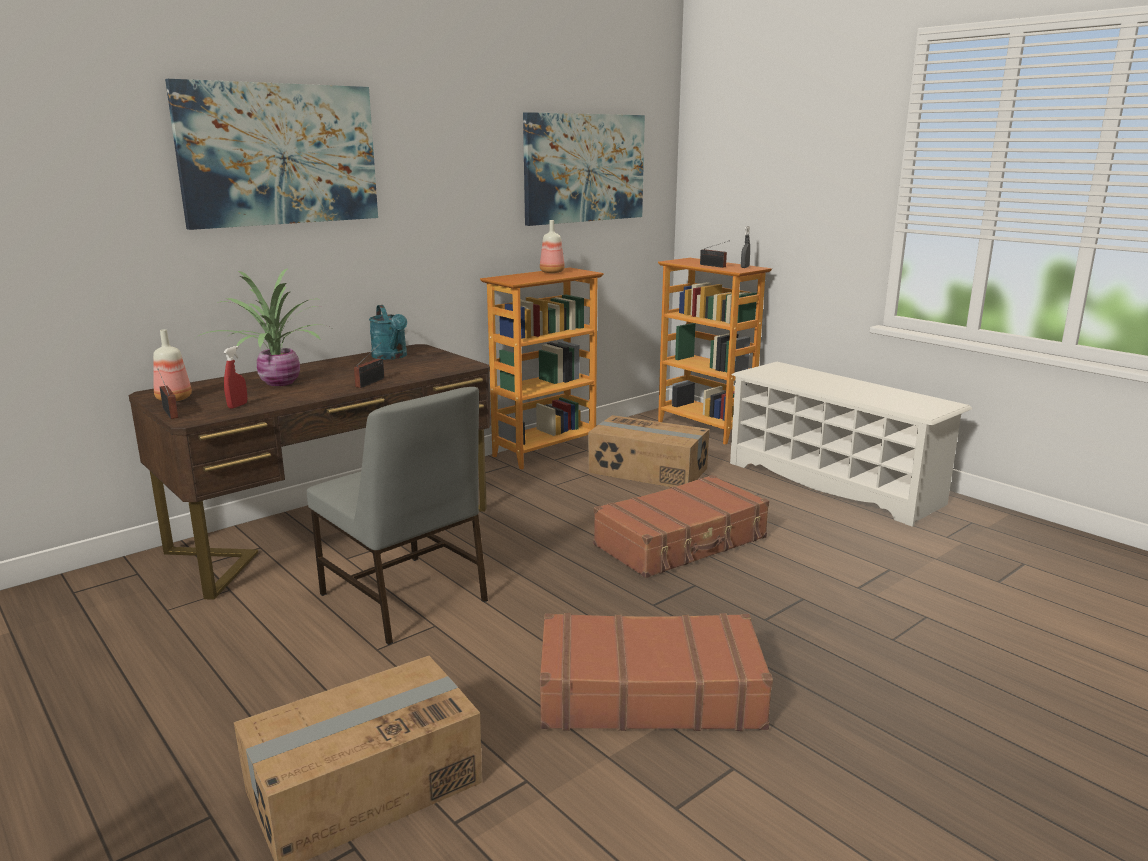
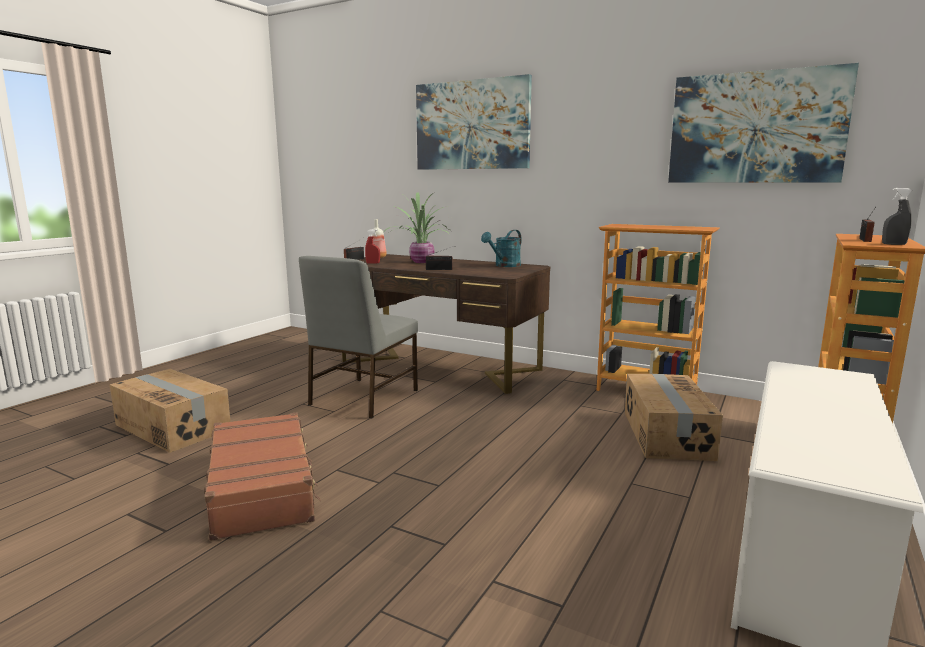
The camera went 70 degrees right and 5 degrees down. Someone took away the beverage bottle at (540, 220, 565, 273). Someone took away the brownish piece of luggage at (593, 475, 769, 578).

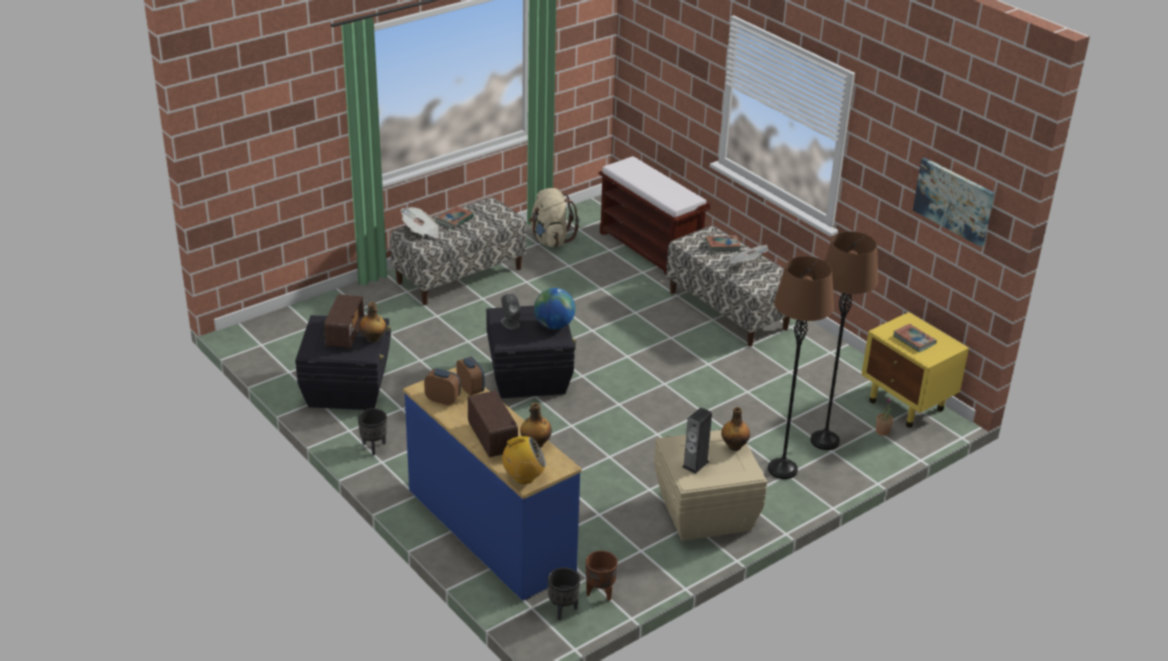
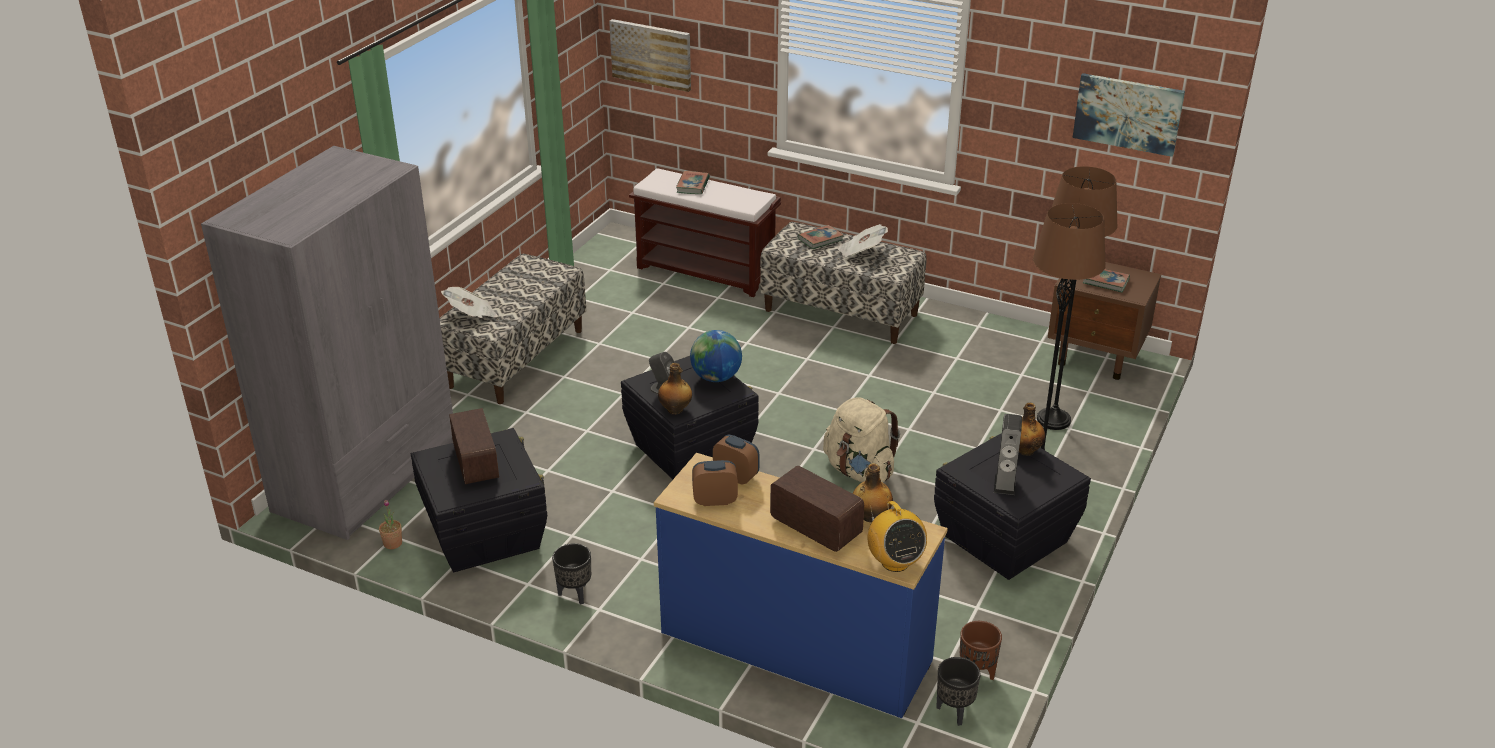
The camera went 25 degrees left and 0 degrees up. Someone carried the beverage bottle from (359, 302, 386, 343) to (658, 363, 692, 414). Someone carried the bound book from (437, 206, 474, 229) to (676, 171, 710, 194). Someone rotated the radio receiver at (502, 436, 546, 484) by 105 degrees clockwise. Someone carried the beige-coloured rucksack from (529, 188, 579, 247) to (823, 397, 900, 483). Someone repainted the beige-coloured storage container at (654, 429, 767, 541), which became the black storage container at (934, 433, 1091, 580). Someone repainted the yellowish night table at (862, 312, 969, 428), which became the brownish night table at (1048, 262, 1161, 380). Someone carried the potted plant from (876, 398, 893, 436) to (379, 500, 402, 549). Someone put down the greyish armoire at (201, 146, 453, 540). Someone put up the wall picture at (609, 19, 691, 92).

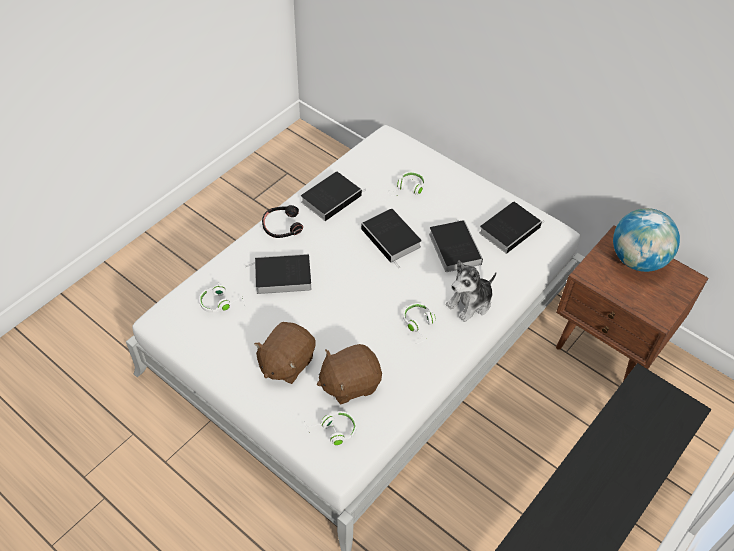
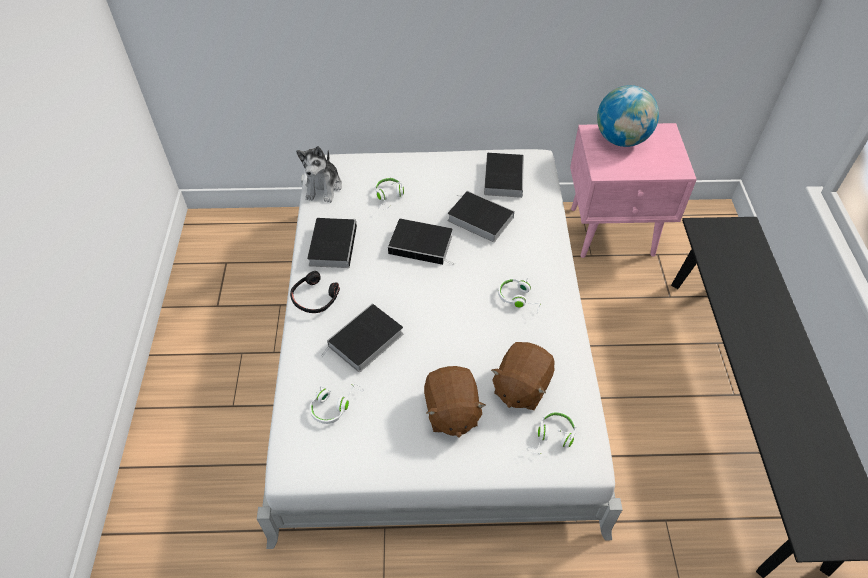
The camera went 40 degrees left and 0 degrees up. Someone carried the soft toy from (446, 260, 497, 322) to (296, 146, 342, 203). Someone repainted the brownish night table at (556, 225, 709, 381), which became the pink night table at (570, 123, 697, 258).

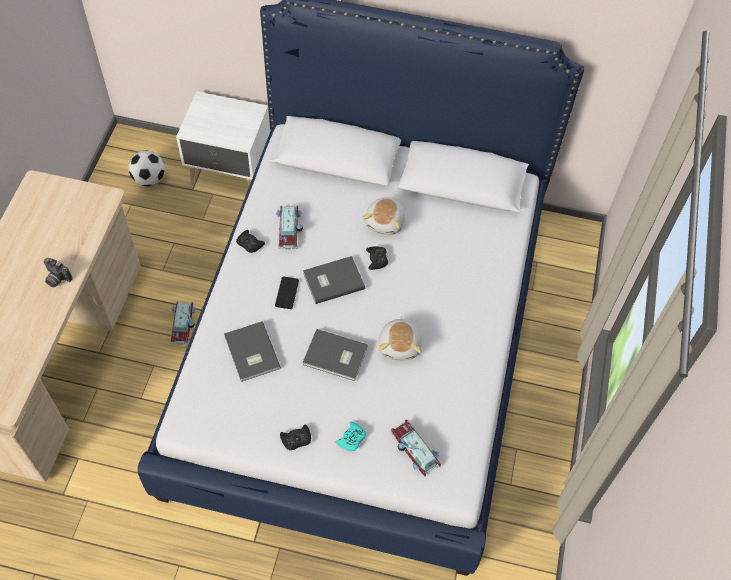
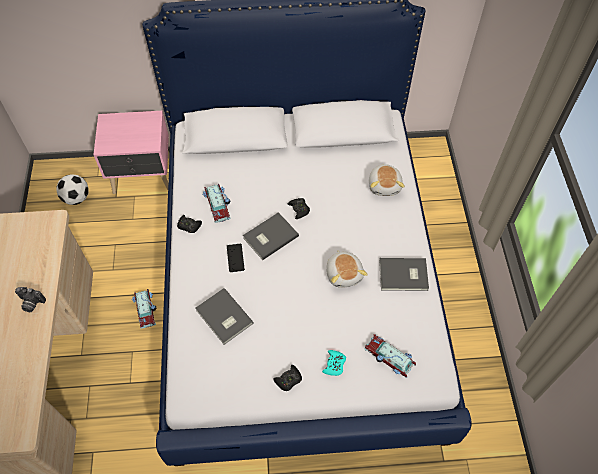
The camera went 15 degrees left and 0 degrees up. Someone repainted the white night table at (176, 92, 270, 186), which became the pink night table at (93, 111, 170, 194). Someone carried the greyish bound book from (303, 329, 368, 381) to (379, 258, 429, 291). Someone carried the soft toy from (362, 197, 405, 235) to (369, 164, 405, 196).

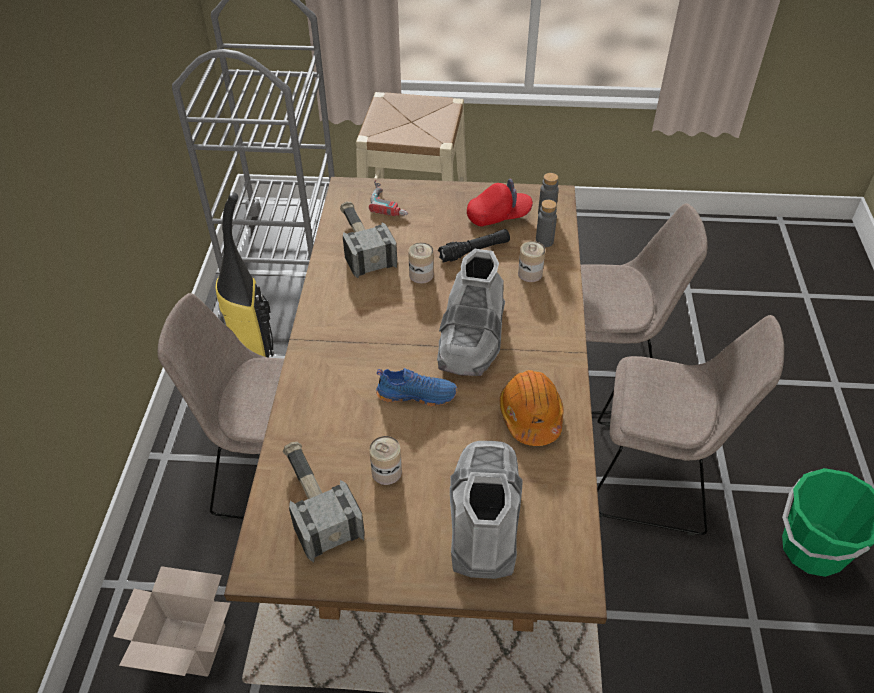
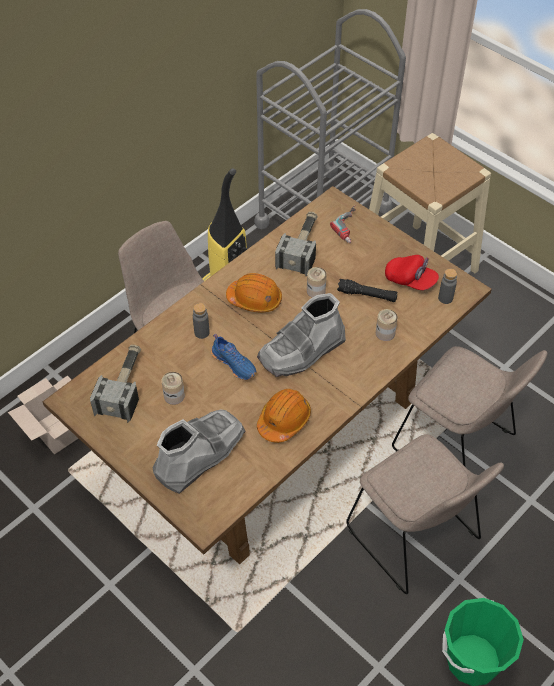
The camera went 40 degrees right and 5 degrees up. Someone carried the greyish beverage bottle from (536, 200, 557, 247) to (193, 303, 210, 339). Someone put down the orangey work helmet at (226, 273, 282, 313).

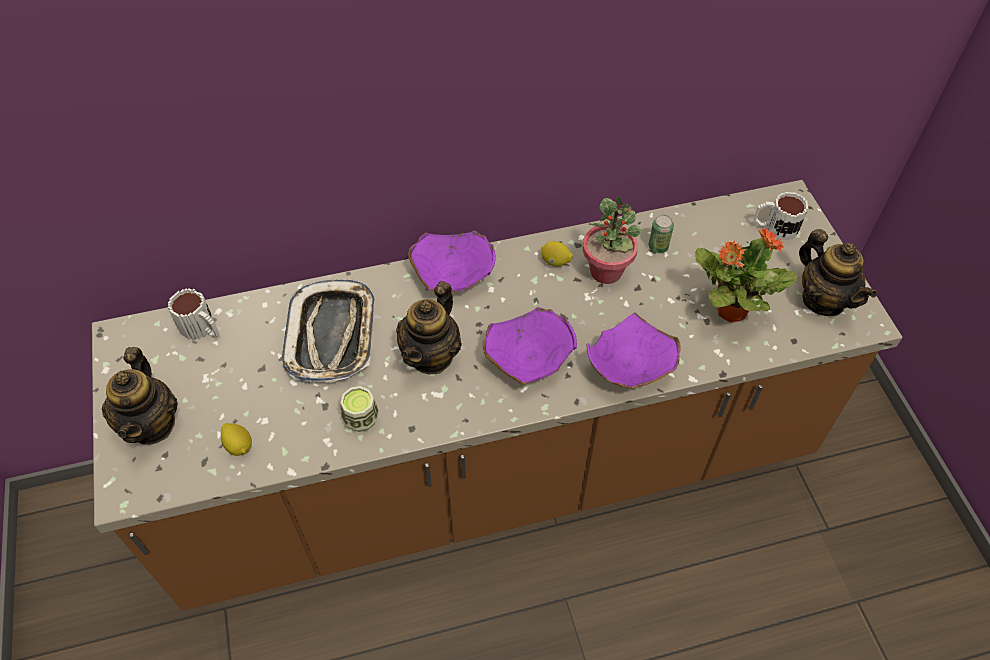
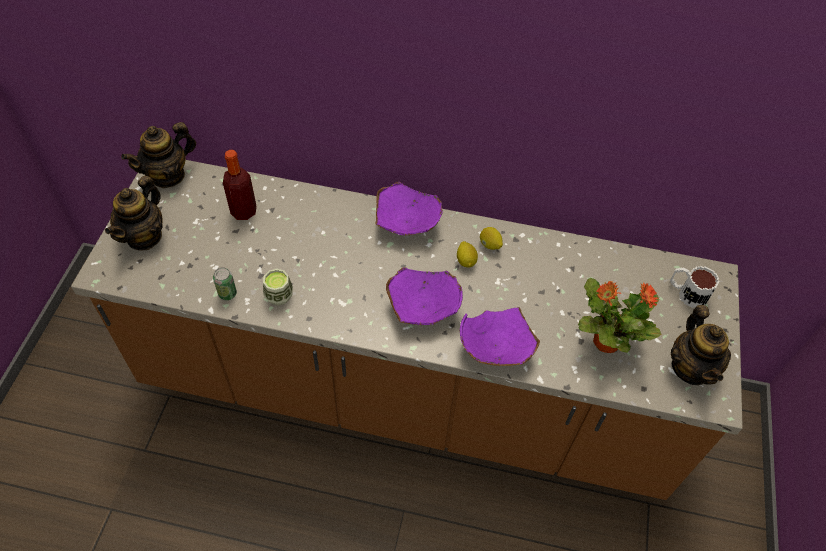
The camera went 25 degrees right and 0 degrees up. Someone took away the mug at (167, 288, 220, 340). Someone carried the citrus fruit from (221, 423, 252, 456) to (457, 241, 478, 268). Someone took away the carrying tray at (282, 279, 375, 383). Someone carried the pot for tea from (396, 281, 462, 374) to (121, 122, 196, 188). Someone took away the potted plant at (583, 195, 641, 284). Someone carried the can from (648, 215, 674, 253) to (213, 267, 237, 300). Someone put down the beverage bottle at (223, 150, 257, 220).

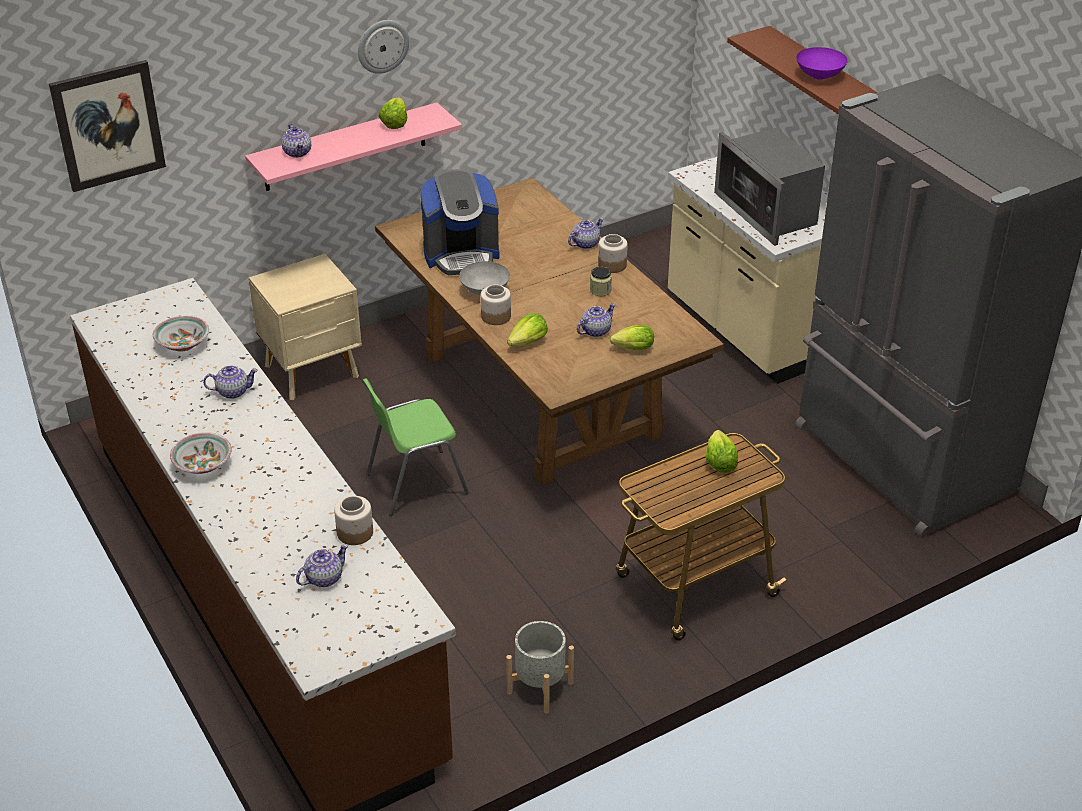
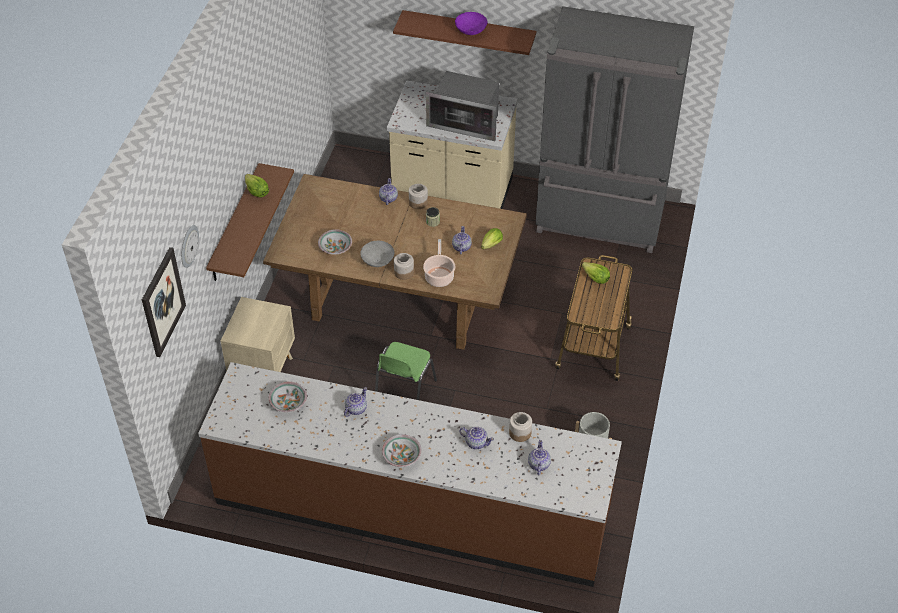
The camera went 45 degrees left and 10 degrees up. Someone repainted the pink wall shelf at (245, 102, 462, 191), which became the brownish wall shelf at (206, 163, 294, 281). Someone carried the pot for tea from (282, 124, 311, 158) to (459, 427, 494, 449). Someone carried the wall clock from (358, 20, 409, 74) to (181, 225, 199, 268). Someone swapped the coffee maker at (420, 169, 499, 275) for the bowl at (318, 229, 352, 255). Someone swapped the lettuce at (507, 313, 548, 346) for the stockpot at (423, 239, 456, 287).

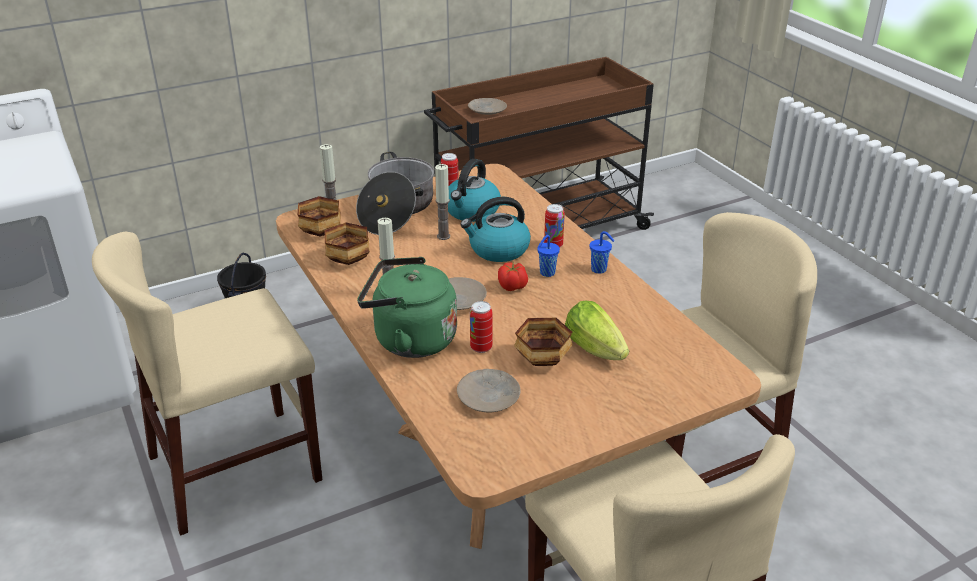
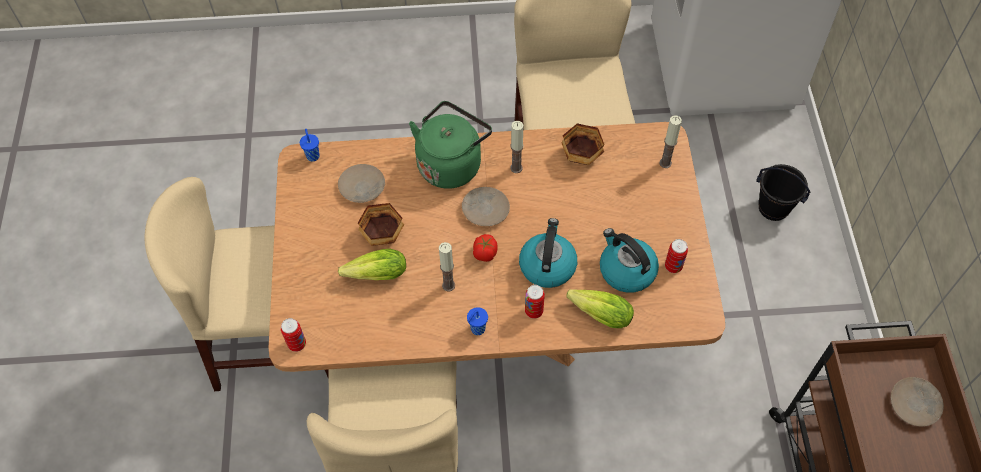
The camera went 115 degrees right and 25 degrees up. Someone took away the bowl at (297, 196, 341, 237). Someone took away the stockpot at (356, 152, 434, 235). Someone carried the wax light from (435, 164, 450, 240) to (439, 242, 455, 292). Someone carried the can from (470, 301, 493, 353) to (281, 318, 306, 352). Someone carried the bluish drinking cup from (537, 235, 560, 277) to (300, 129, 320, 162). Someone put down the lettuce at (566, 289, 634, 328).

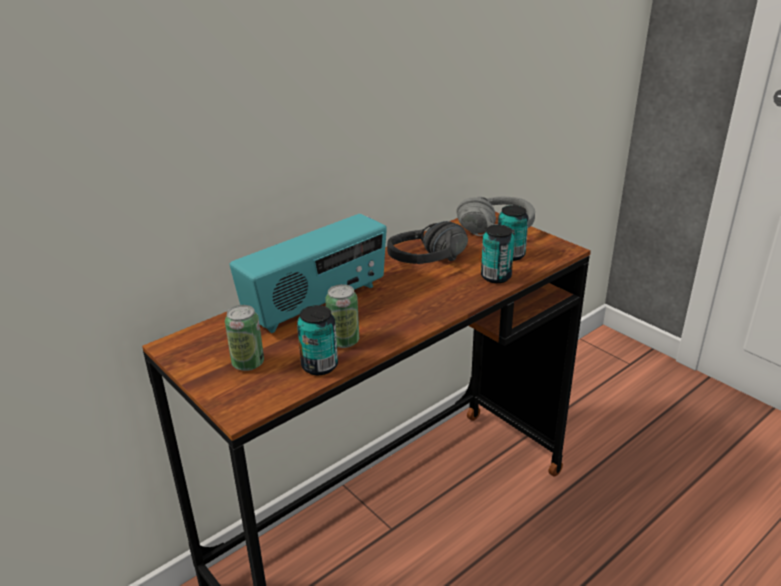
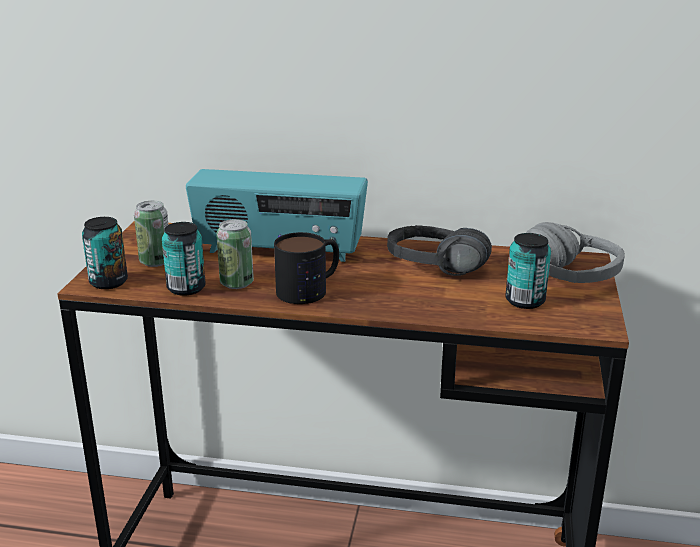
The camera went 50 degrees right and 5 degrees down. Someone carried the can from (481, 225, 515, 283) to (82, 217, 128, 289). Someone put down the mug at (274, 232, 339, 304).

